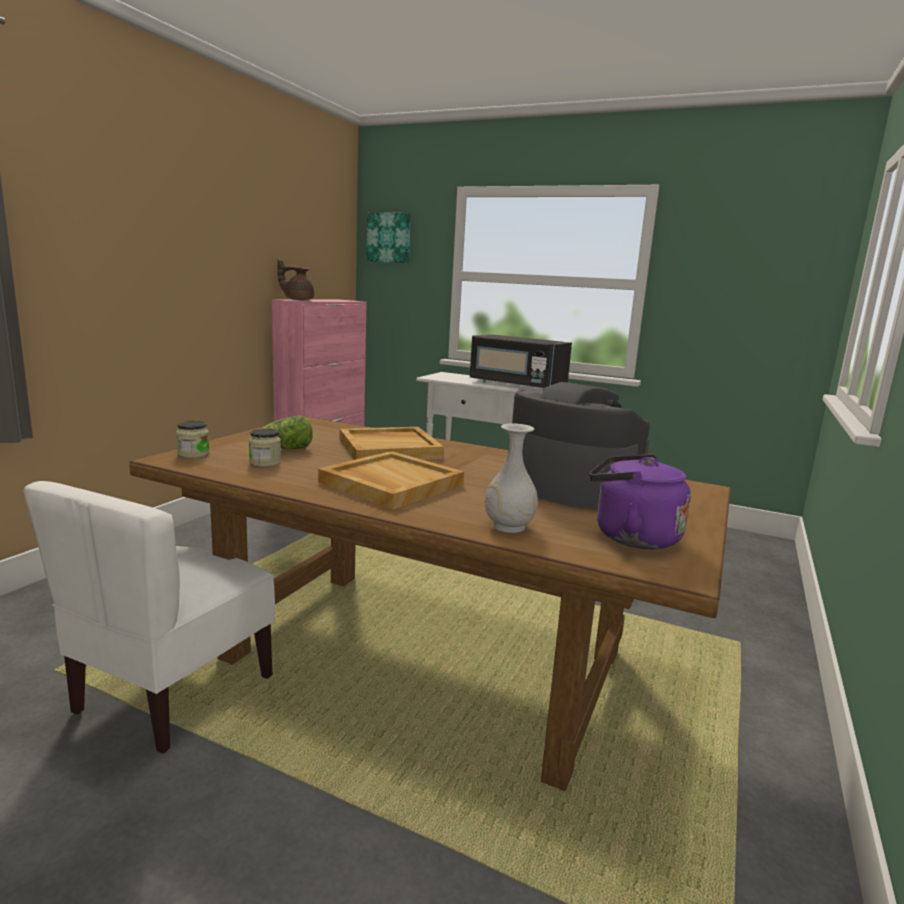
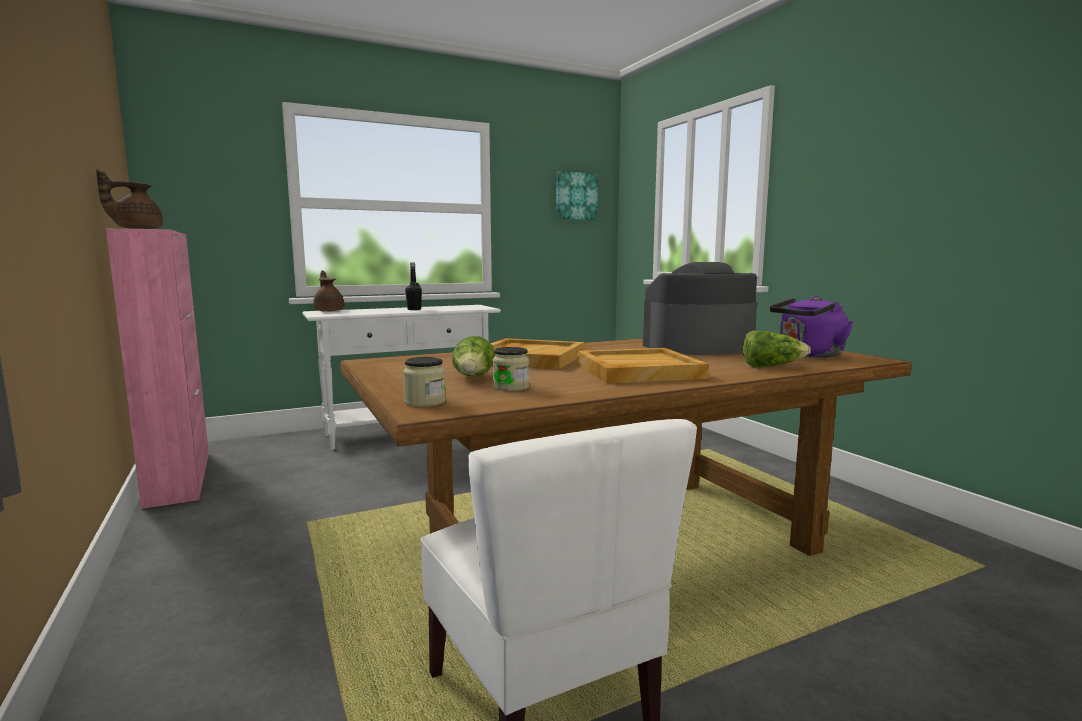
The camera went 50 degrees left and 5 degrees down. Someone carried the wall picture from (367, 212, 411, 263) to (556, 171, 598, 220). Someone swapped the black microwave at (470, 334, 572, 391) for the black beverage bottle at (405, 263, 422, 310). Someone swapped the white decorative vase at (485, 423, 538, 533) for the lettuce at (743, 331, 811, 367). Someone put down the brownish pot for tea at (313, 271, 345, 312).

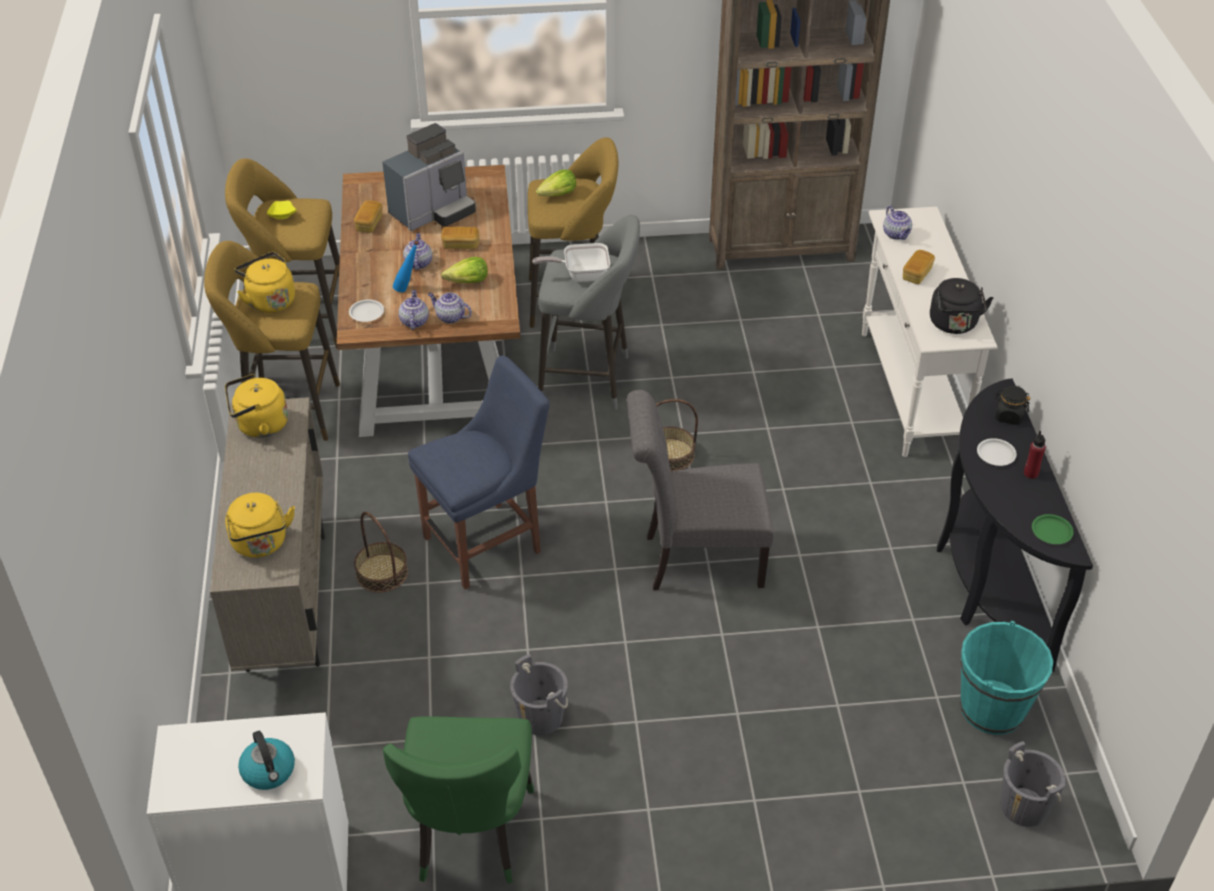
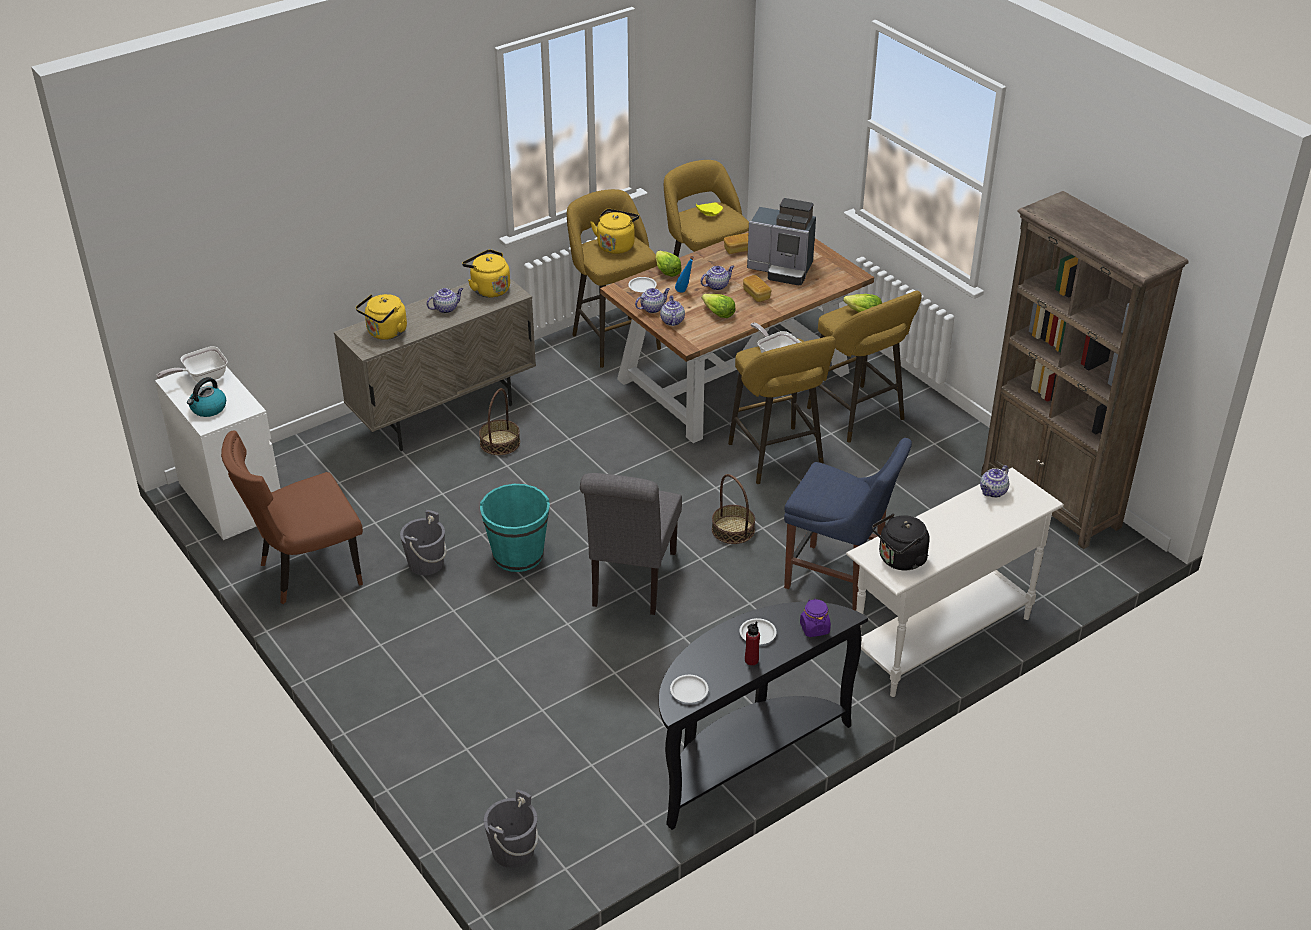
The camera went 60 degrees right and 5 degrees down. Someone repainted the green chair at (383, 716, 534, 884), which became the brownish chair at (221, 431, 363, 604). Someone carried the bluish chair from (408, 355, 550, 589) to (784, 438, 912, 611). Someone repainted the greyish sitting stool at (538, 215, 640, 410), which became the yellowish sitting stool at (728, 336, 836, 484). Someone rotated the greyish chair at (627, 390, 774, 590) by 135 degrees counterclockwise. Someone took away the bread at (903, 250, 935, 284). Someone carried the turquoise pail from (960, 621, 1053, 735) to (480, 484, 550, 572). Someone repainted the black jar at (995, 386, 1031, 425), which became the purplish jar at (800, 599, 831, 637). Someone repainted the green dinner plate at (1032, 514, 1074, 544), which became the white dinner plate at (670, 675, 708, 703). Someone put down the pan at (156, 346, 228, 383). Someone put down the pot for tea at (427, 288, 463, 313). Someone put down the lettuce at (656, 251, 682, 277).

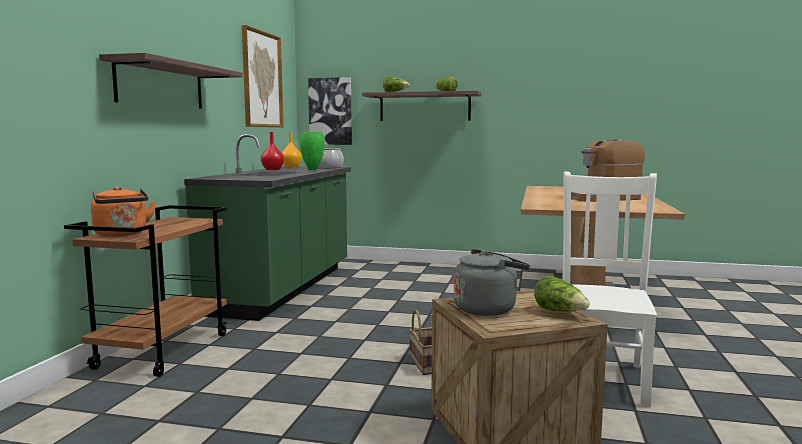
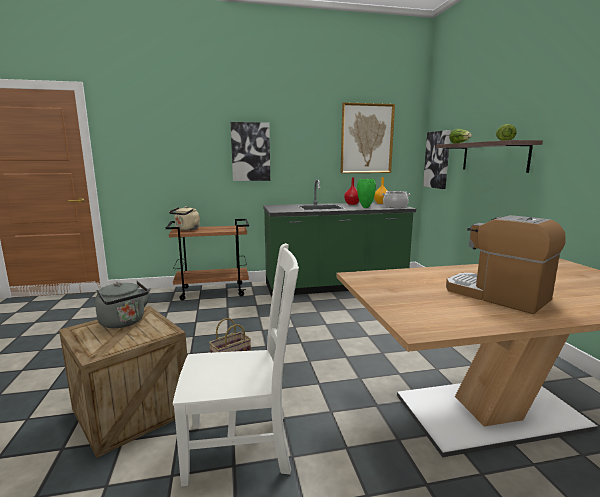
The camera went 65 degrees right and 5 degrees up. Someone repainted the orangey water kettle at (91, 186, 156, 237), which became the beige-coloured water kettle at (169, 206, 200, 231). Someone swapped the wall shelf at (99, 53, 243, 109) for the wall picture at (230, 122, 270, 181). Someone took away the lettuce at (534, 275, 590, 312).

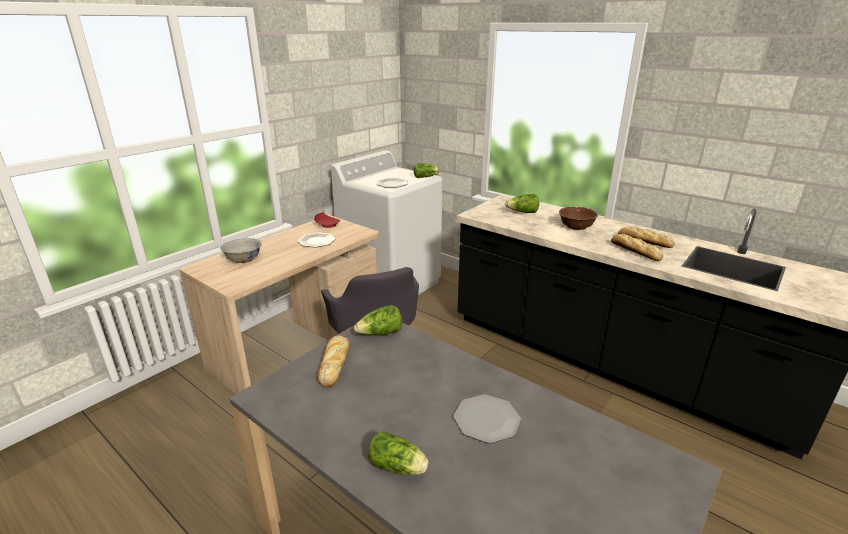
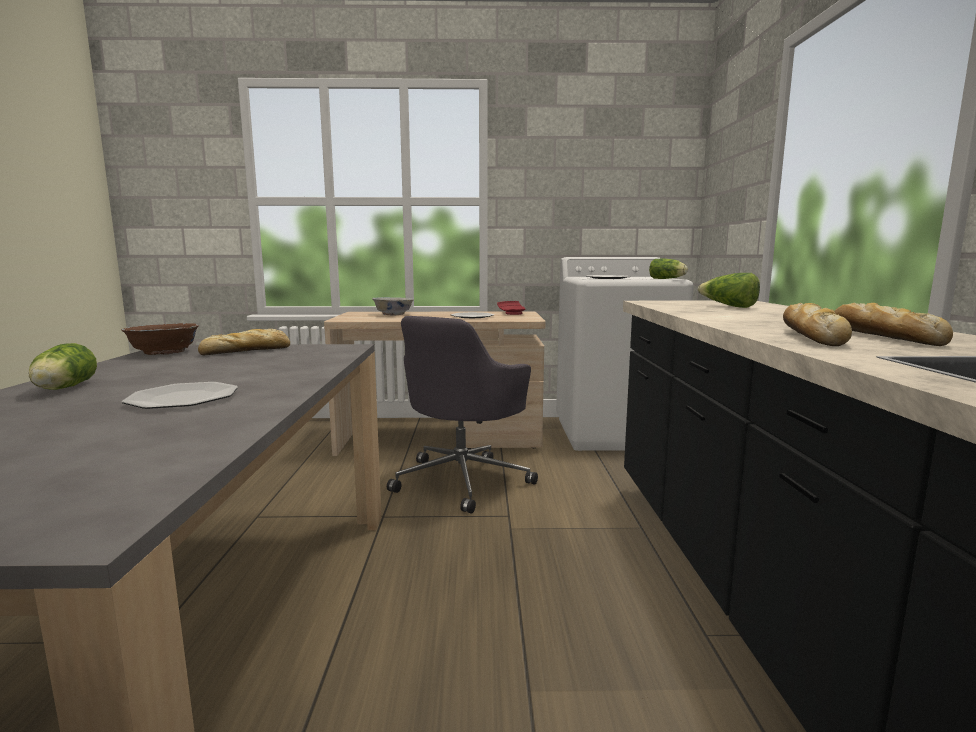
The camera went 50 degrees right and 15 degrees down. Someone took away the lettuce at (354, 305, 402, 335). Someone carried the brownish bowl from (559, 207, 599, 230) to (121, 323, 199, 355).

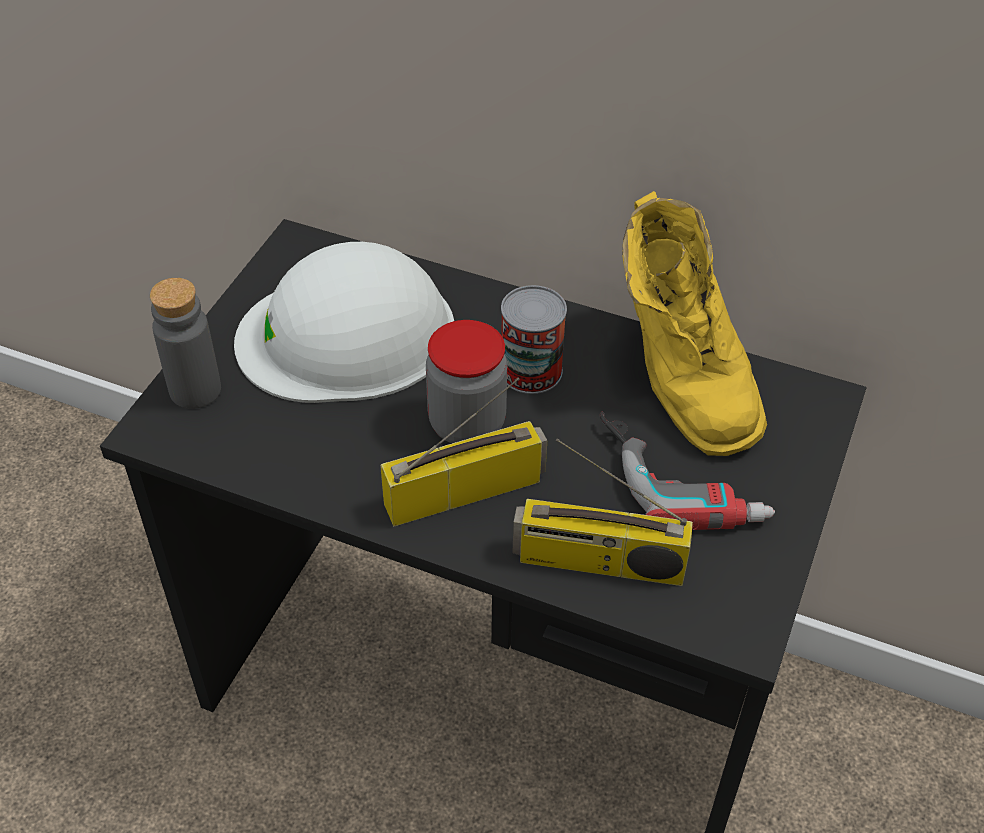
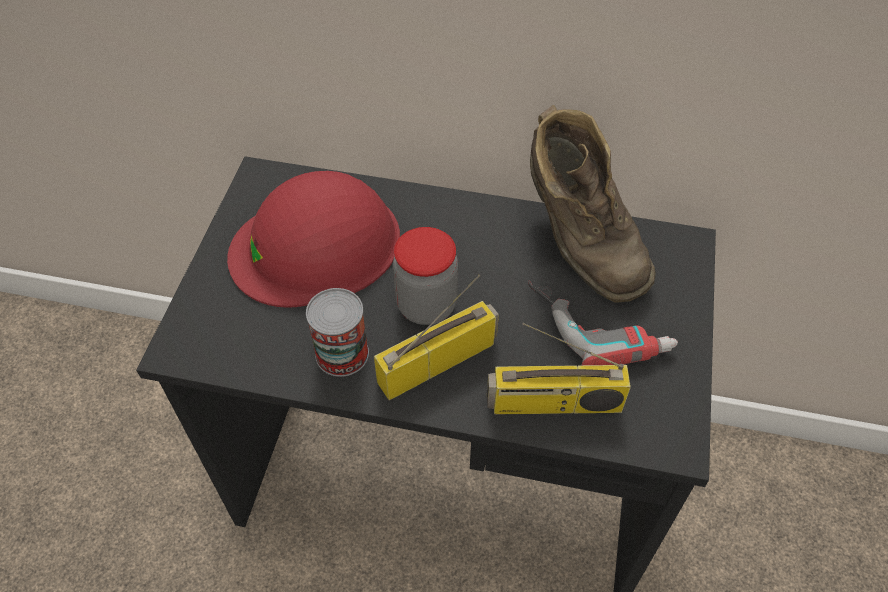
The camera went 10 degrees left and 5 degrees up. Someone took away the greyish beverage bottle at (150, 278, 221, 409). Someone repainted the white work helmet at (234, 242, 454, 403), which became the reddish work helmet at (227, 171, 400, 308). Someone carried the can from (501, 285, 567, 394) to (306, 288, 369, 377). Someone repainted the yellowish boot at (622, 191, 767, 456), which became the brownish boot at (530, 105, 656, 303).

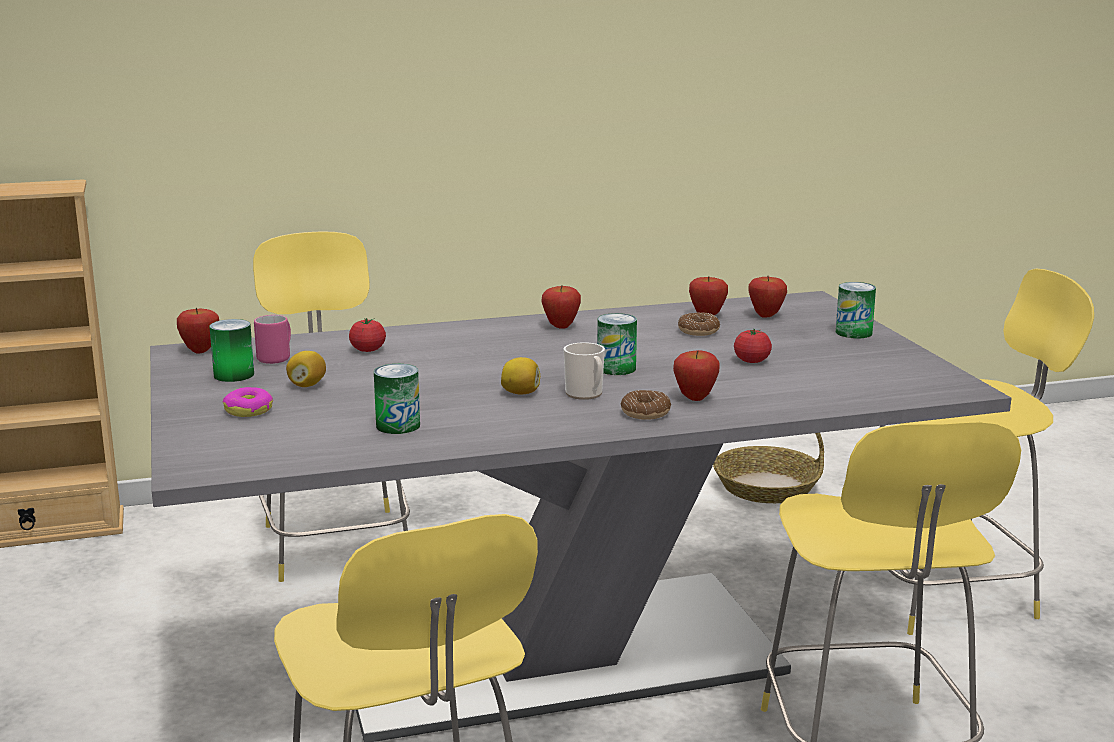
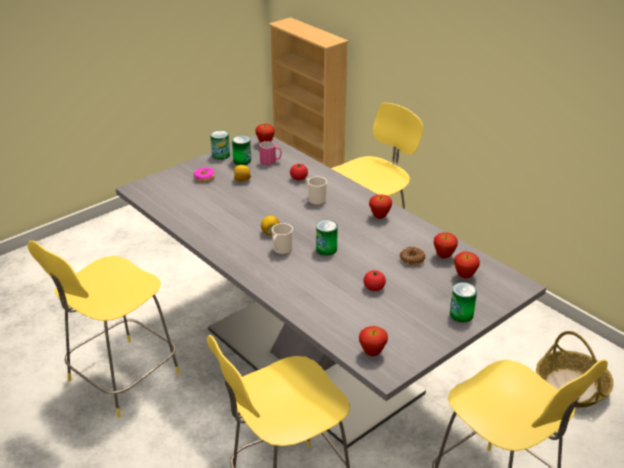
The camera went 65 degrees right and 15 degrees up. Someone carried the can from (374, 364, 420, 434) to (211, 130, 230, 160). Someone took away the doughnut at (621, 390, 671, 420). Someone carried the apple fruit from (673, 350, 720, 401) to (359, 326, 388, 356). Someone put down the mug at (305, 177, 327, 205).

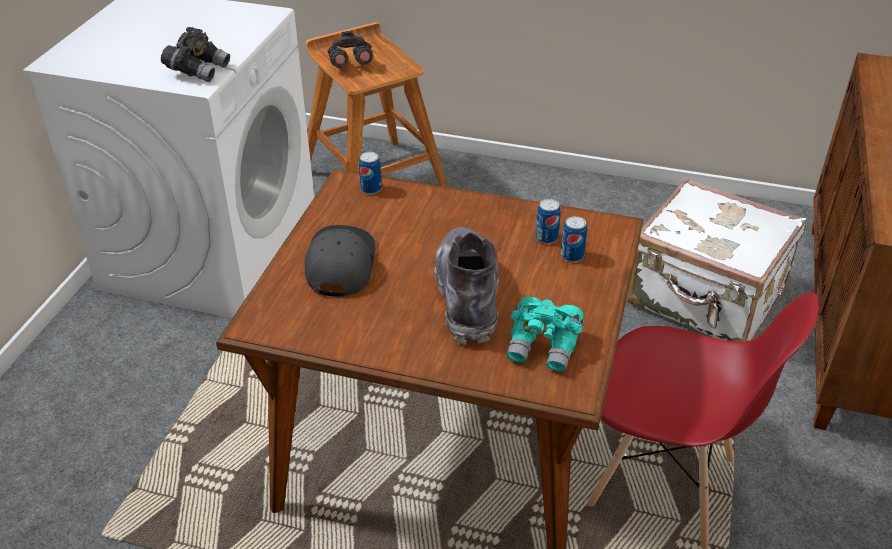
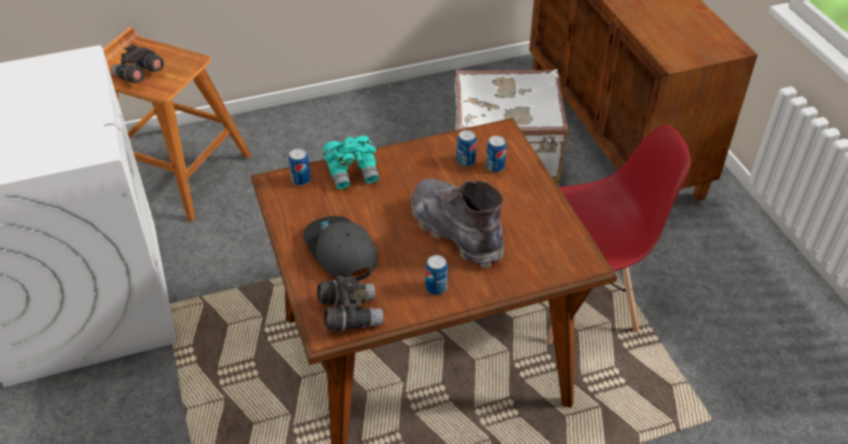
The camera went 35 degrees left and 5 degrees up. Someone carried the greyish pair of binoculars from (161, 27, 230, 82) to (317, 276, 383, 331). Someone carried the turquoise pair of binoculars from (507, 296, 584, 372) to (323, 136, 379, 189). Someone put down the can at (426, 255, 448, 295).

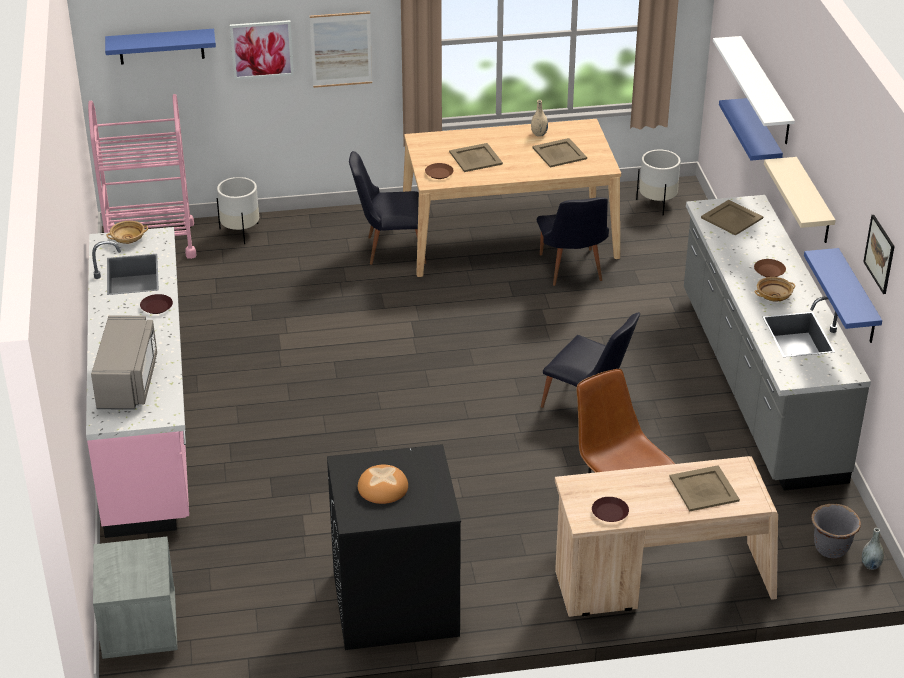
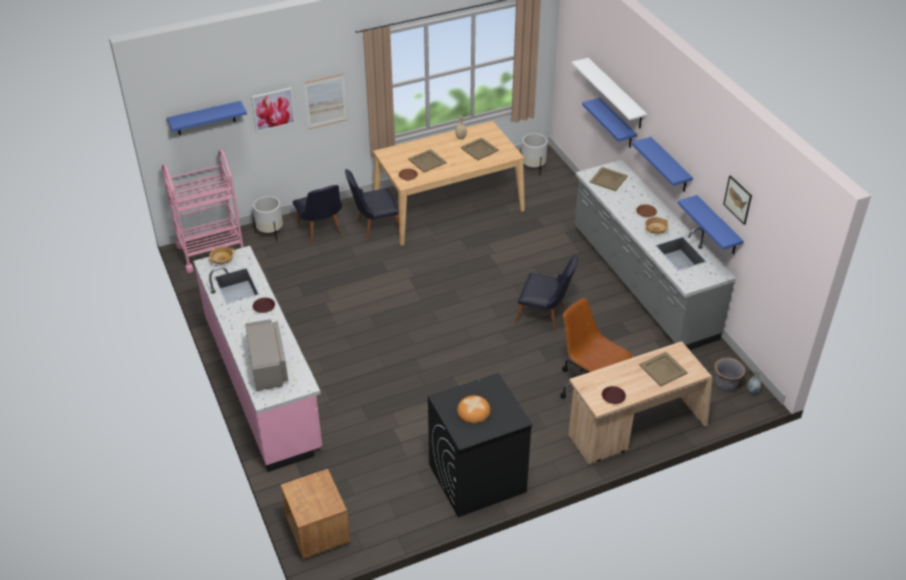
The camera went 15 degrees left and 5 degrees up. Someone repainted the greyish night table at (93, 537, 178, 659), which became the brownish night table at (281, 469, 351, 559). Someone carried the black chair from (537, 197, 609, 286) to (293, 185, 343, 245). Someone repainted the beige-coloured wall shelf at (764, 157, 836, 243), which became the bluish wall shelf at (632, 137, 693, 192).

